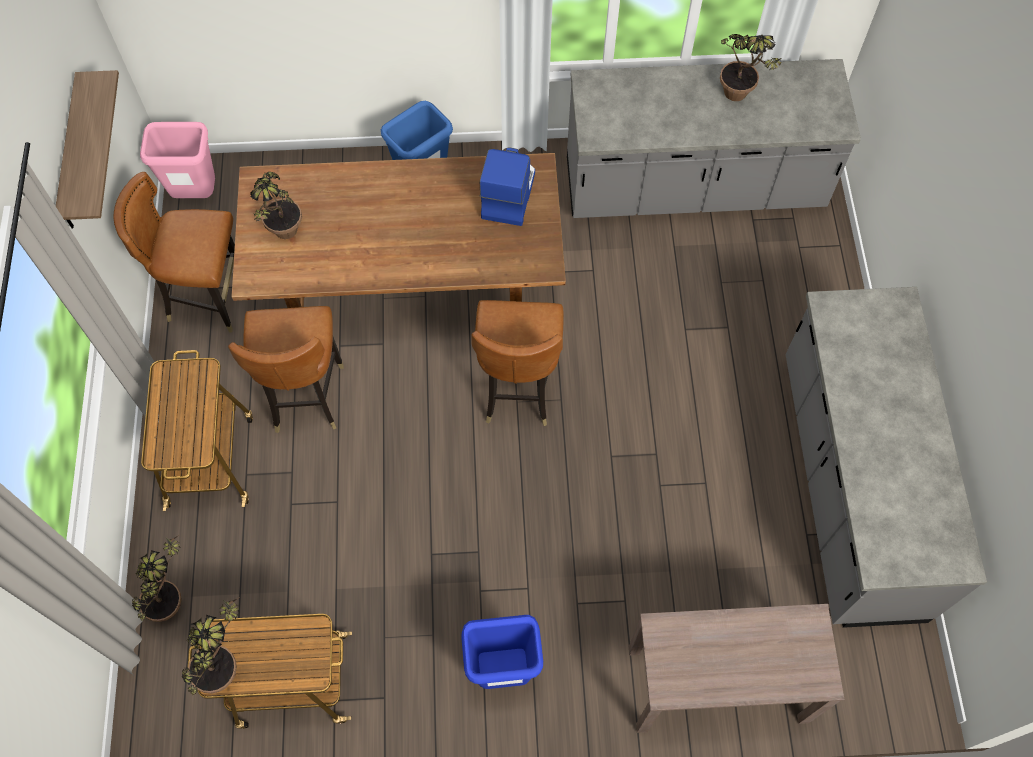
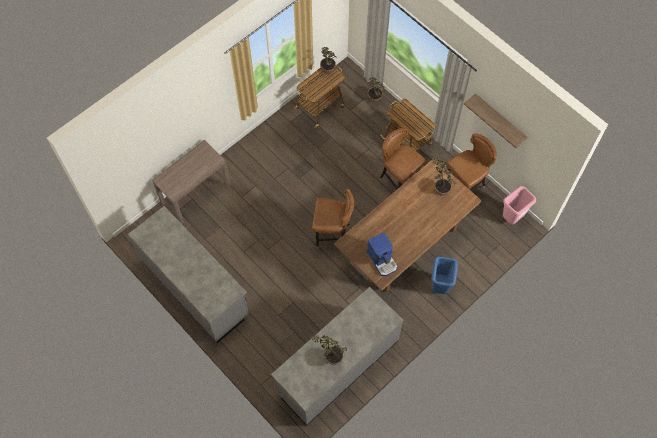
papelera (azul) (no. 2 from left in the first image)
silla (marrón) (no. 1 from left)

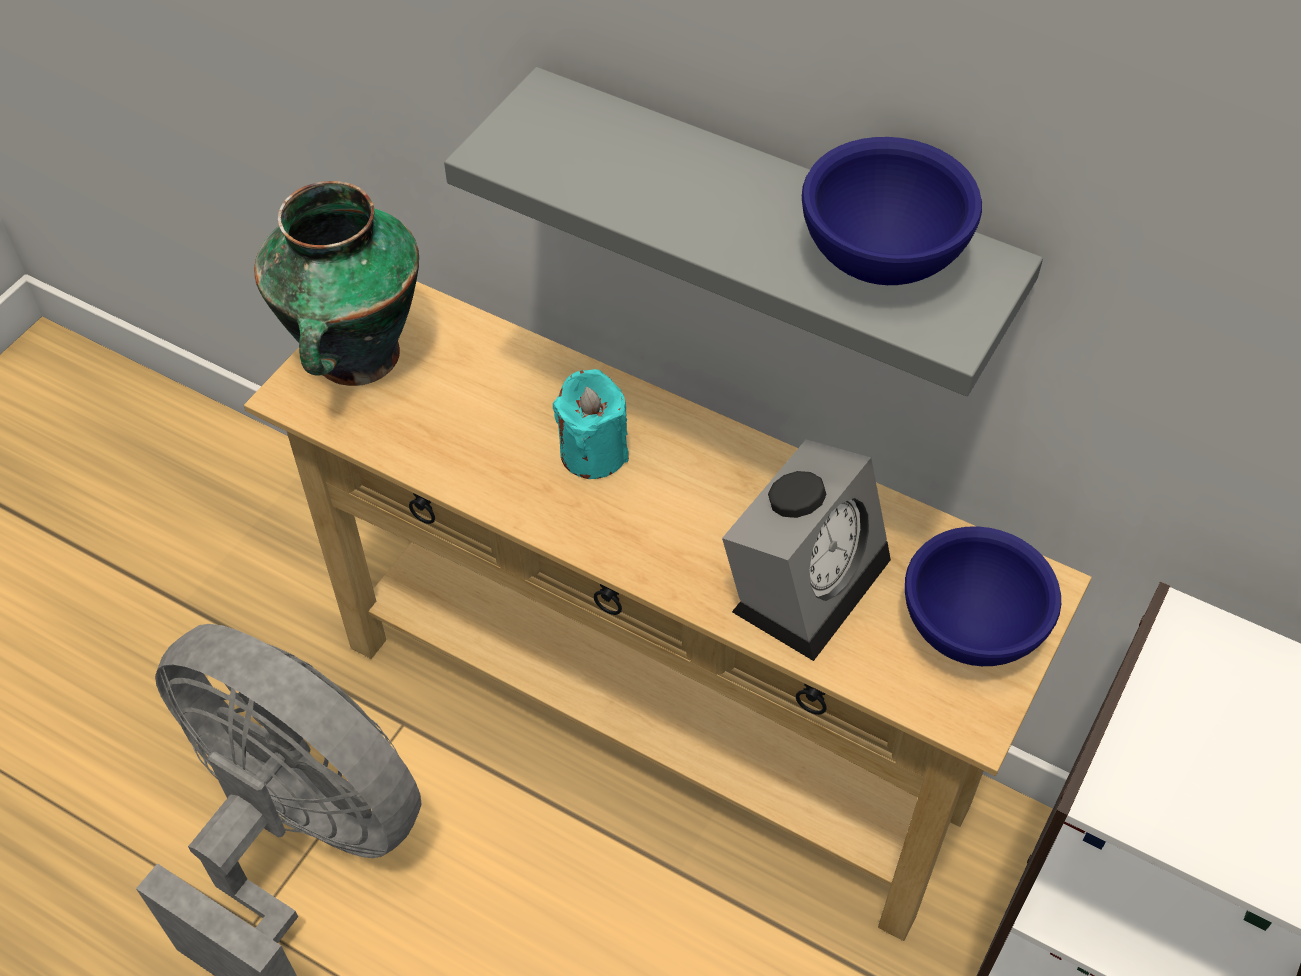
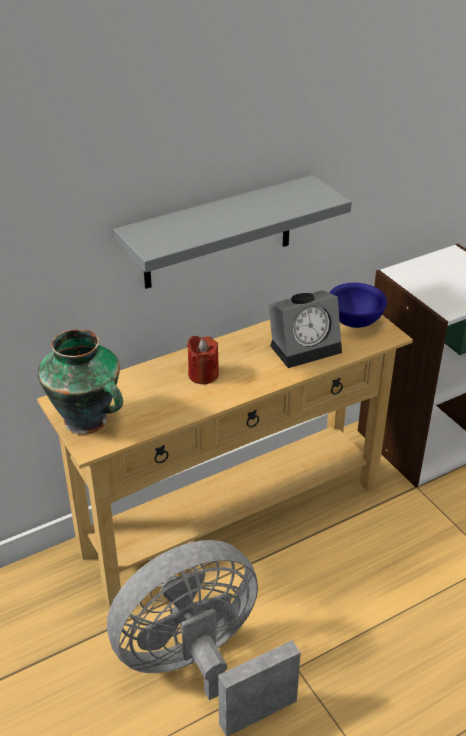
vela (rojo)
despertador
cuenco (azul) (no. 1 from left in the first image)

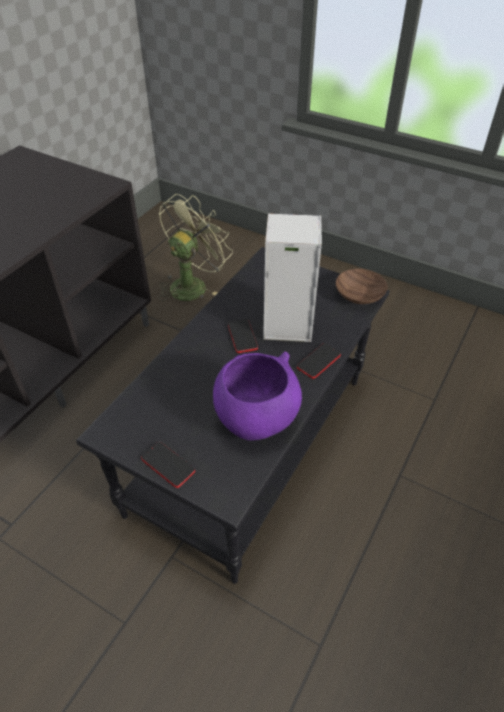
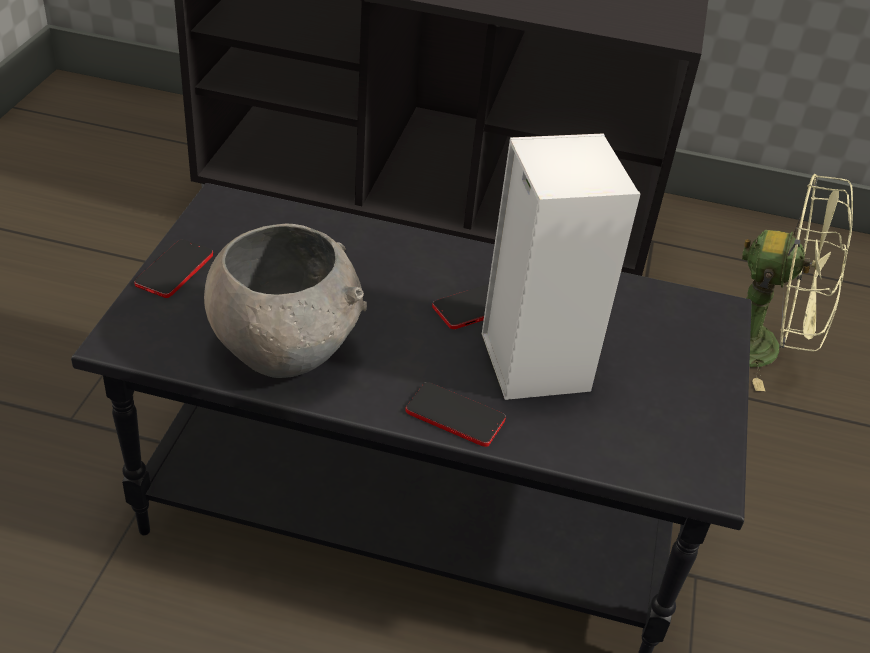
cuenco (gris)
cuenco (marrón)

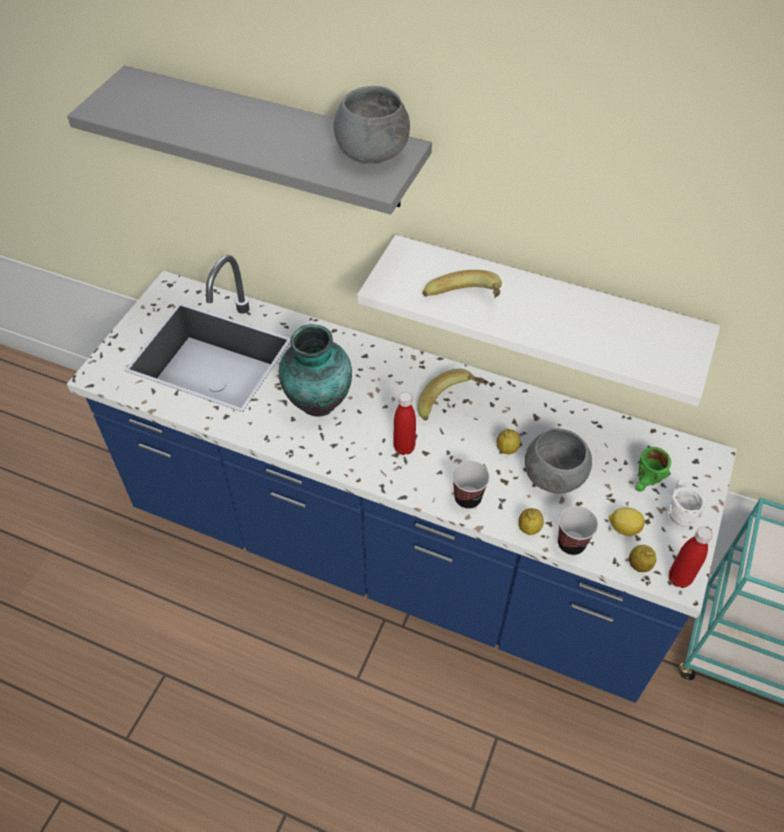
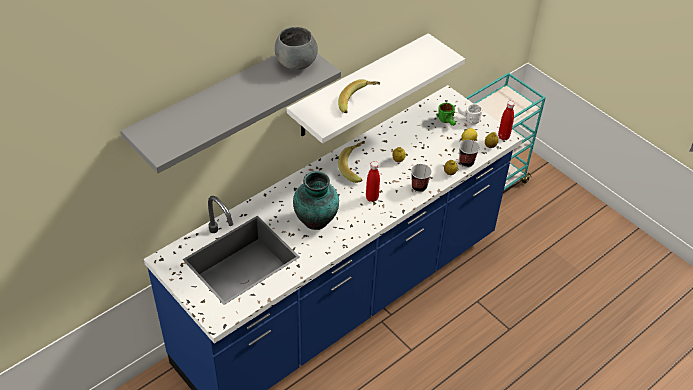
cuenco (gris) (no. 2 from left in the first image)

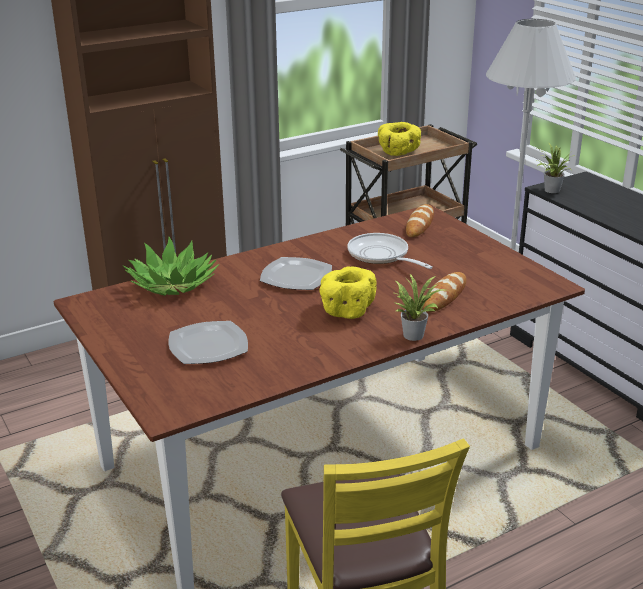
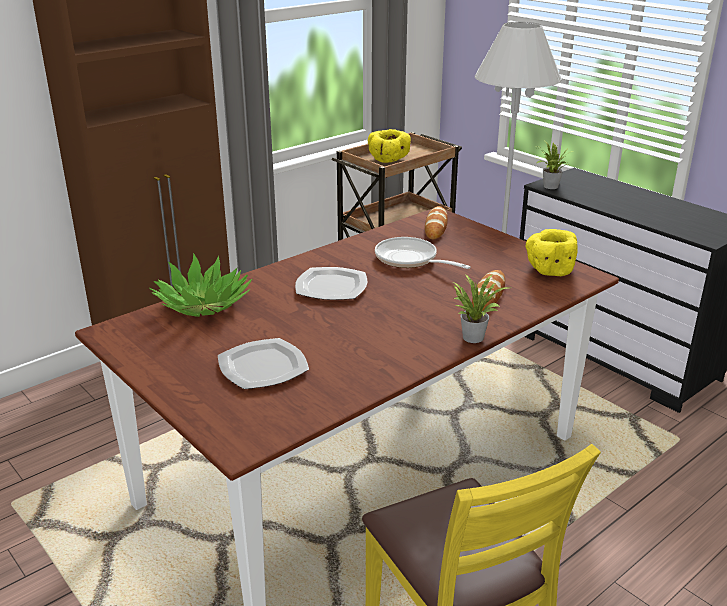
cuenco (amarillo) (no. 2 from left)

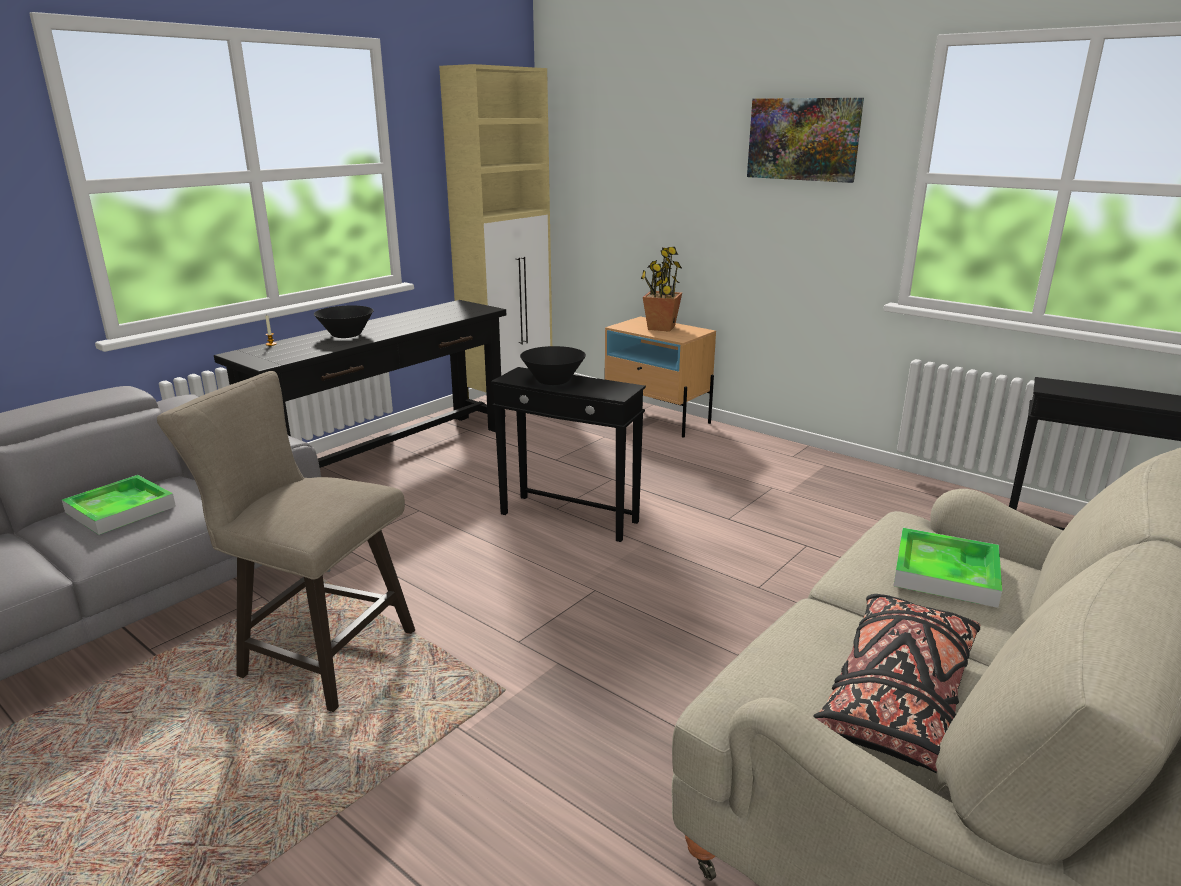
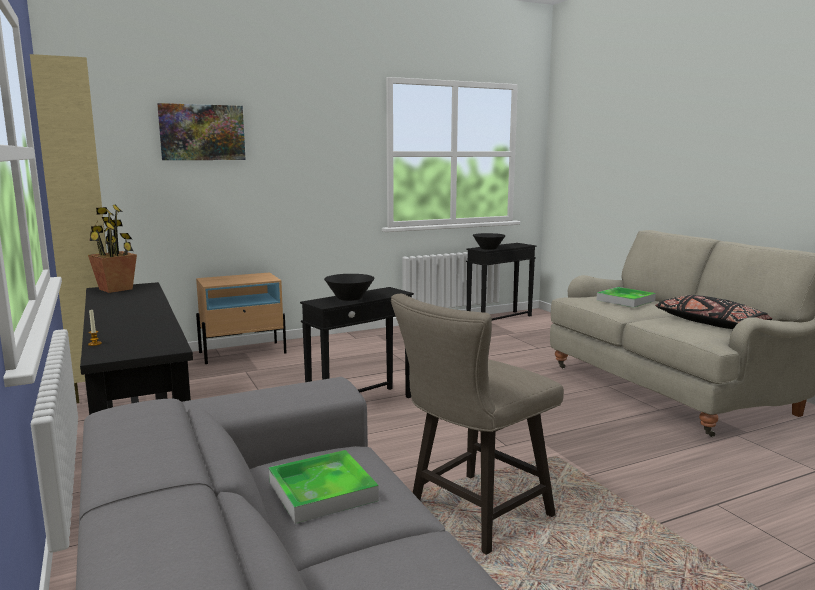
cuenco (negro) (no. 2 from left)
planta en maceta
cuadro

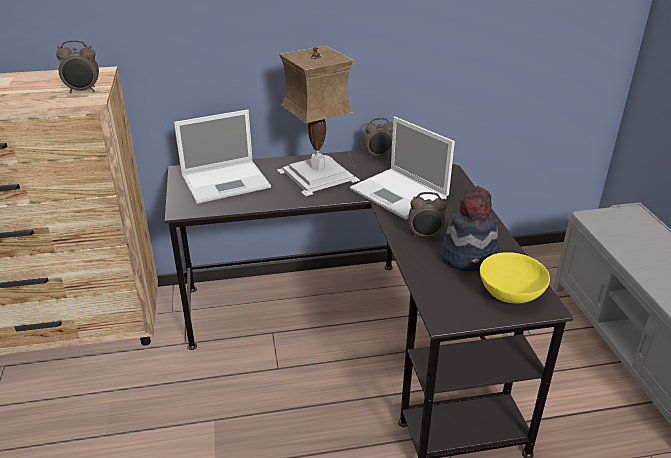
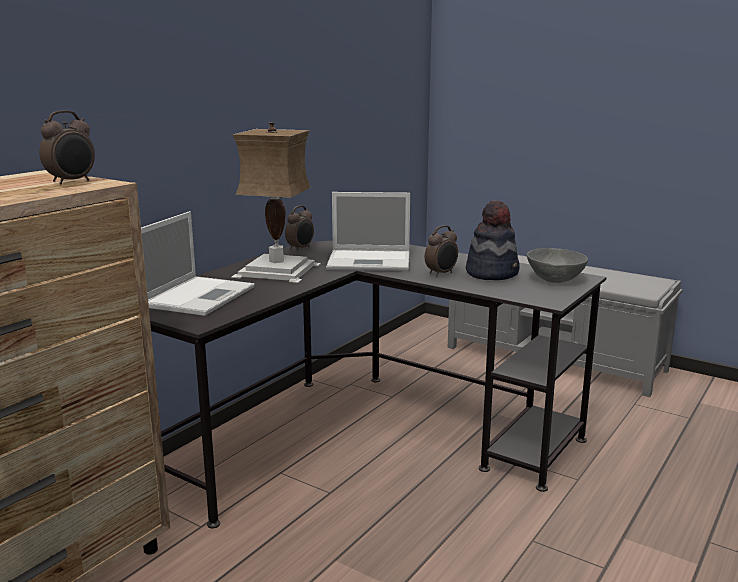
cuenco (gris)

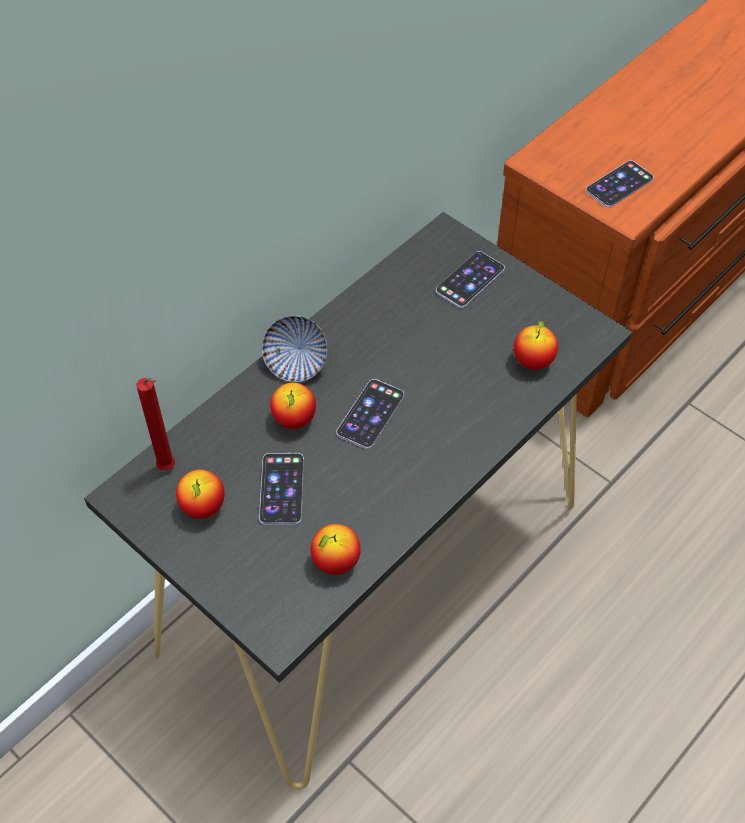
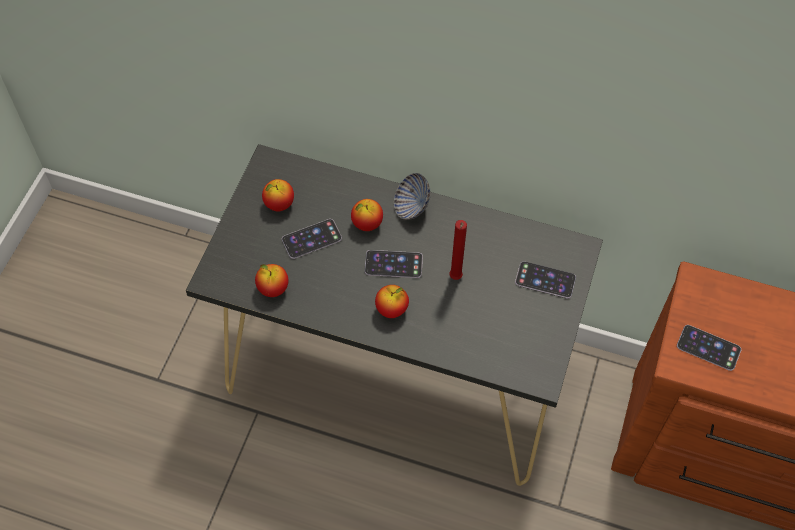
vela (rojo)
manzana (no. 4 from left)

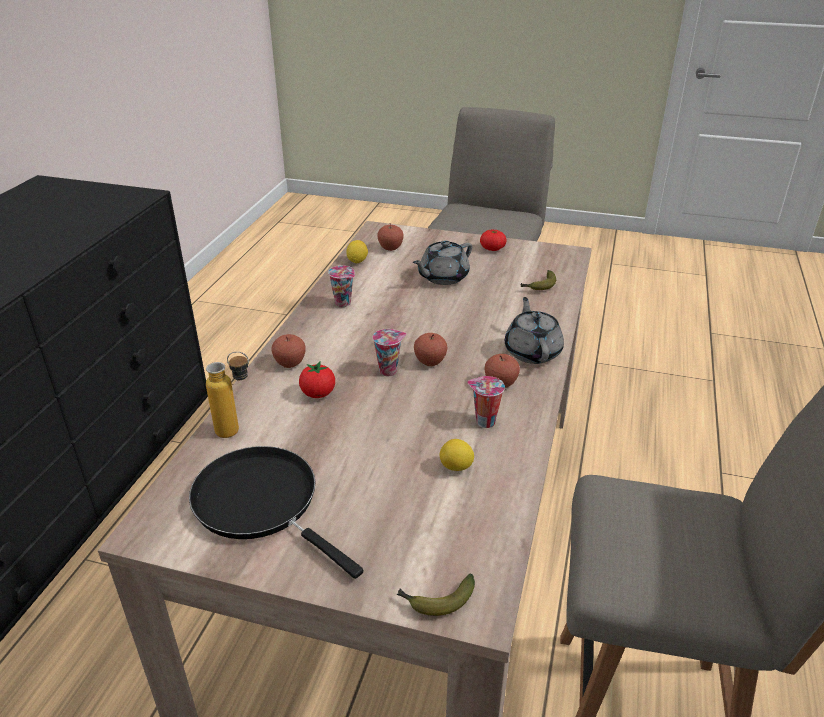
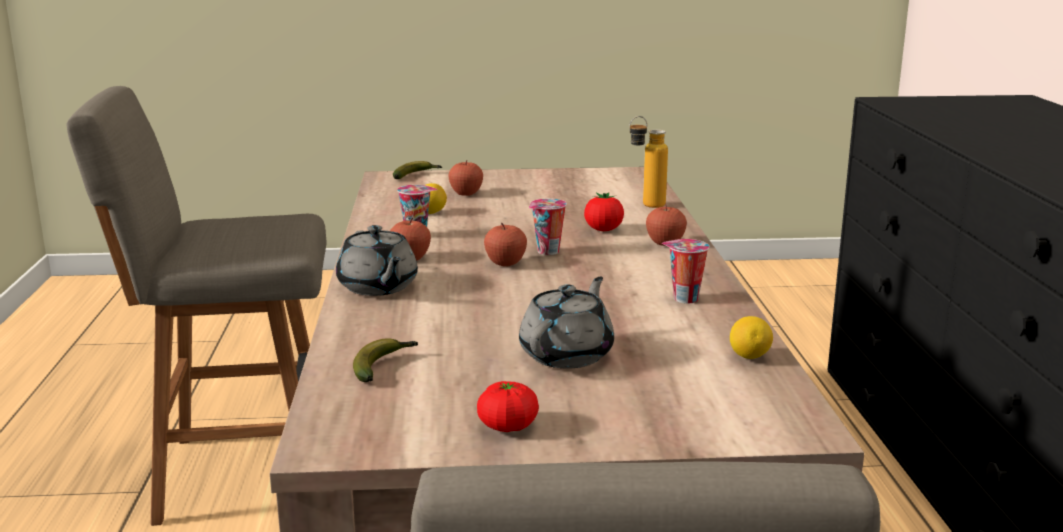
sartén (negro)
manzana (no. 2 from left)

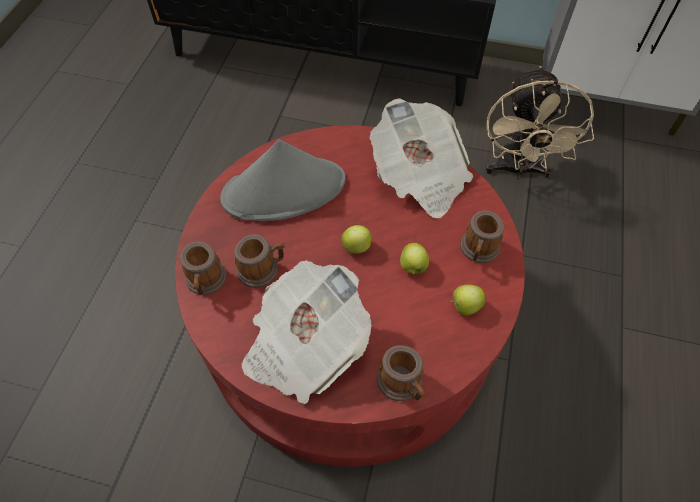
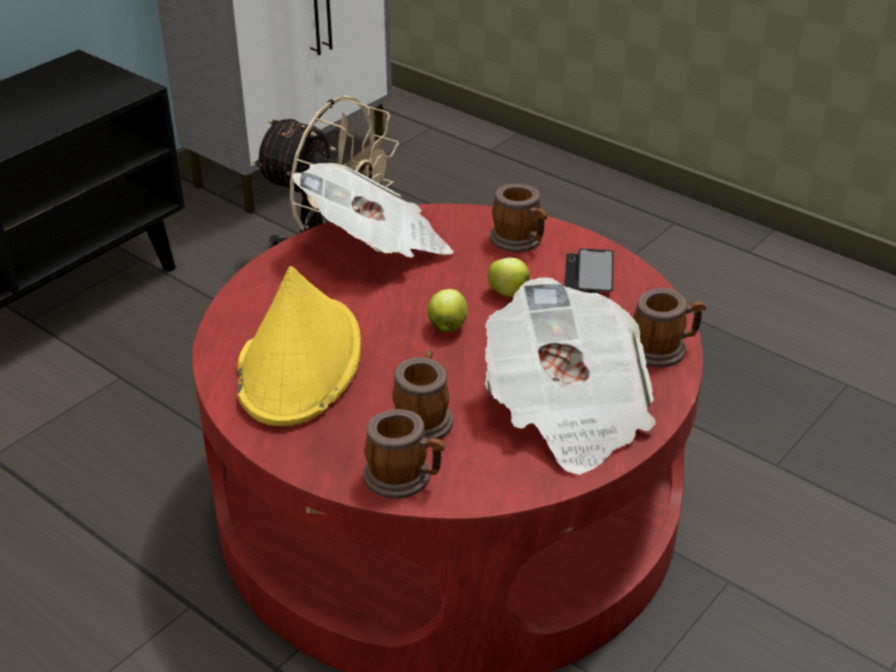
sombrero (amarillo)
móvil

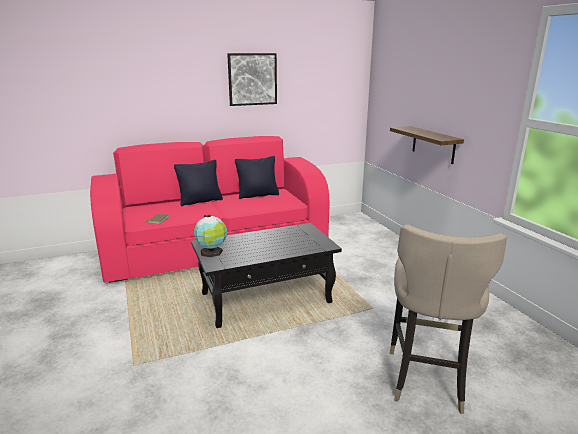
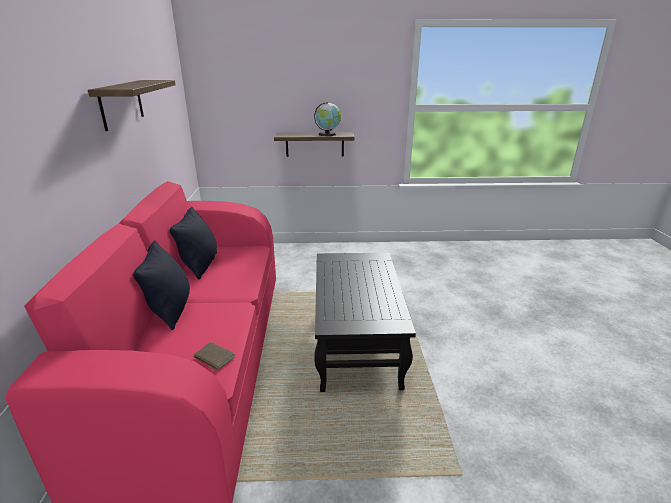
globo terráqueo
estante (no. 1 from left)
taburete (beis)

